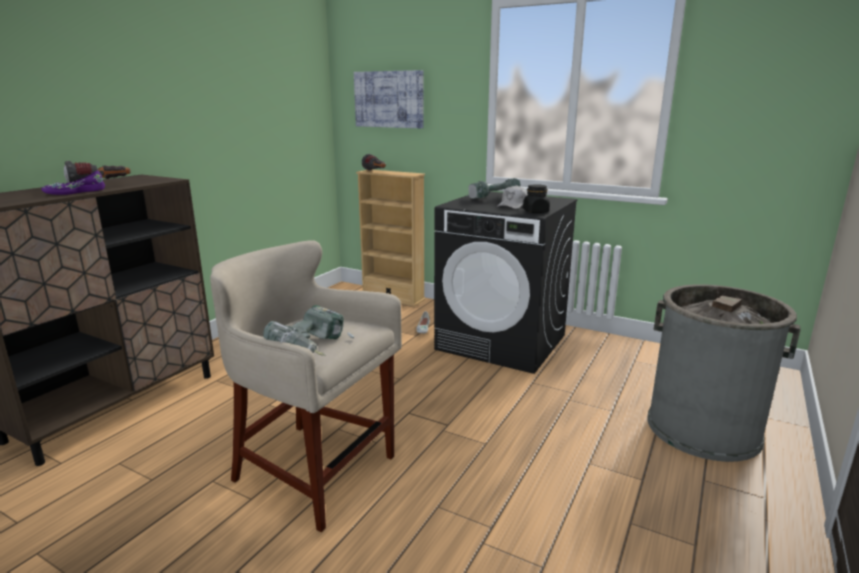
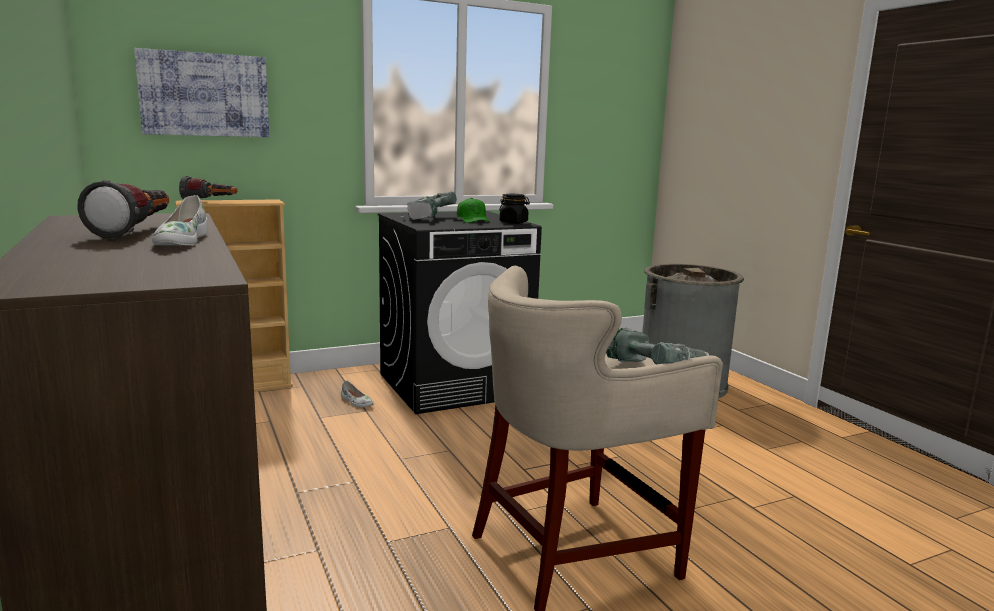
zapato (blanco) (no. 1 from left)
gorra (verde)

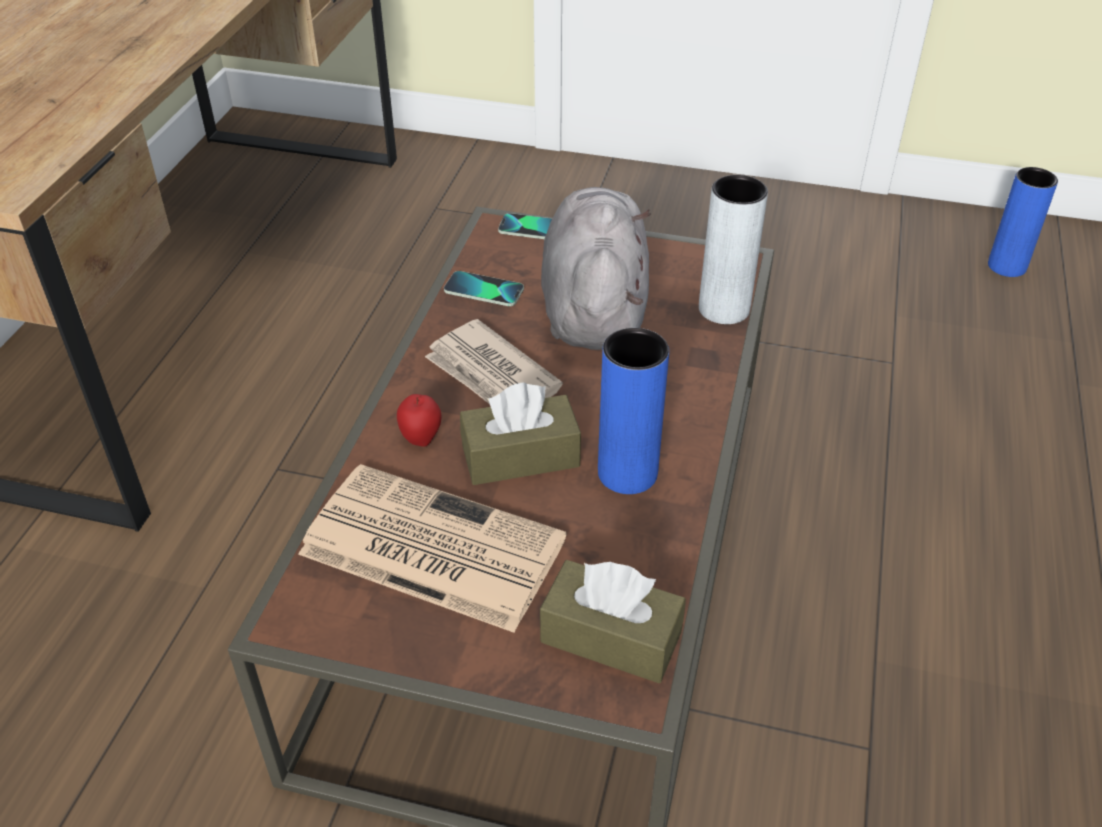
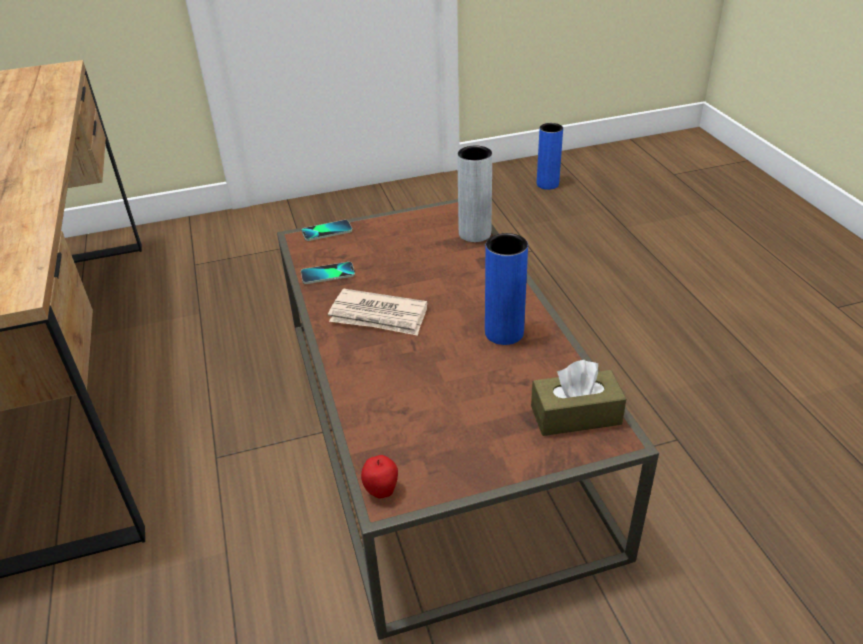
periódico (no. 1 from left in the first image)
manzana
caja de pañuelos (marrón) (no. 1 from left in the first image)
peluche (gris)

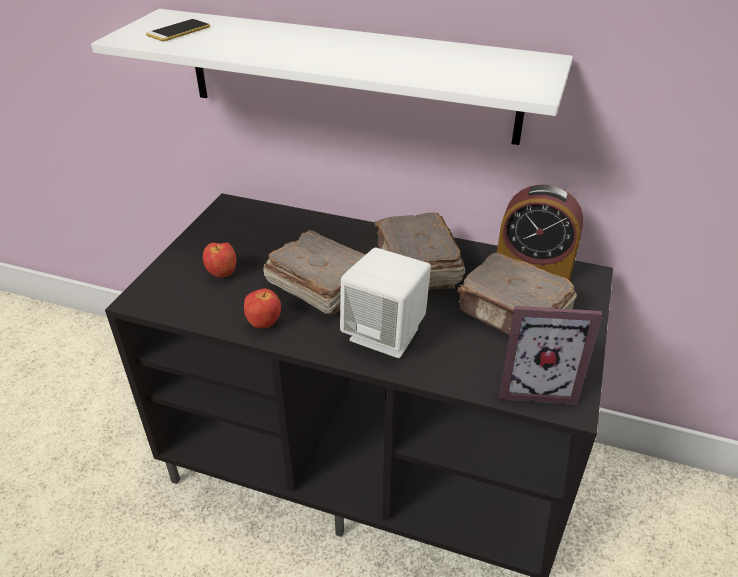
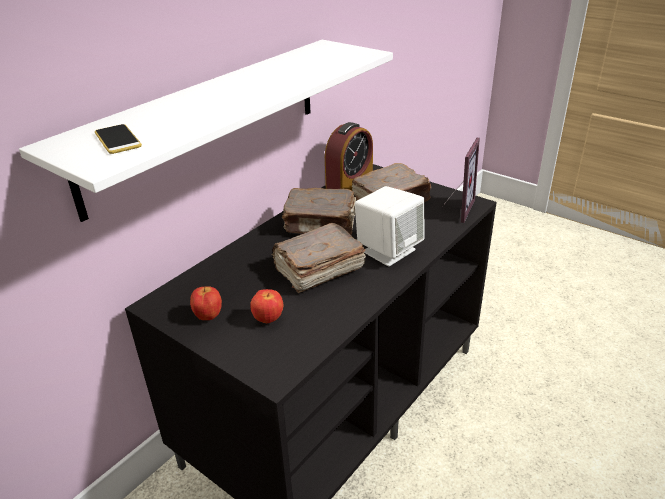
manzana (no. 1 from left)

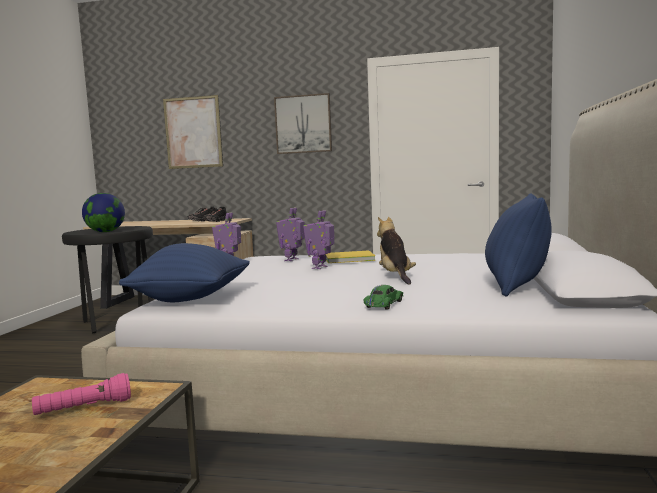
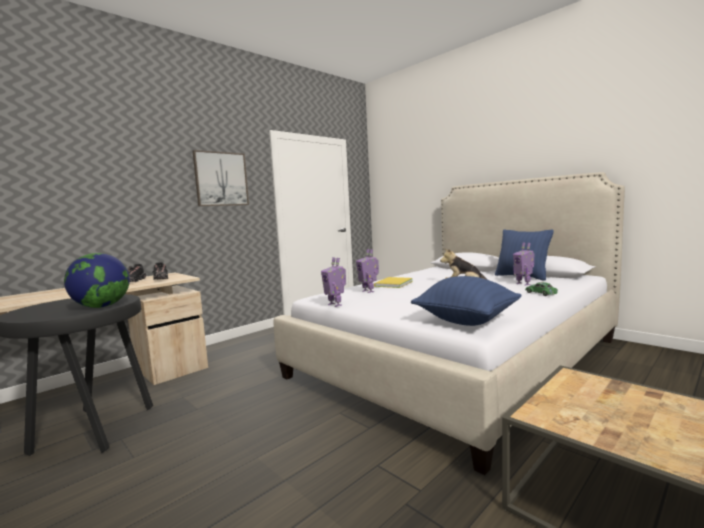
linterna (rosa)
cuadro (no. 1 from left in the first image)
robot de juguete (no. 3 from left)

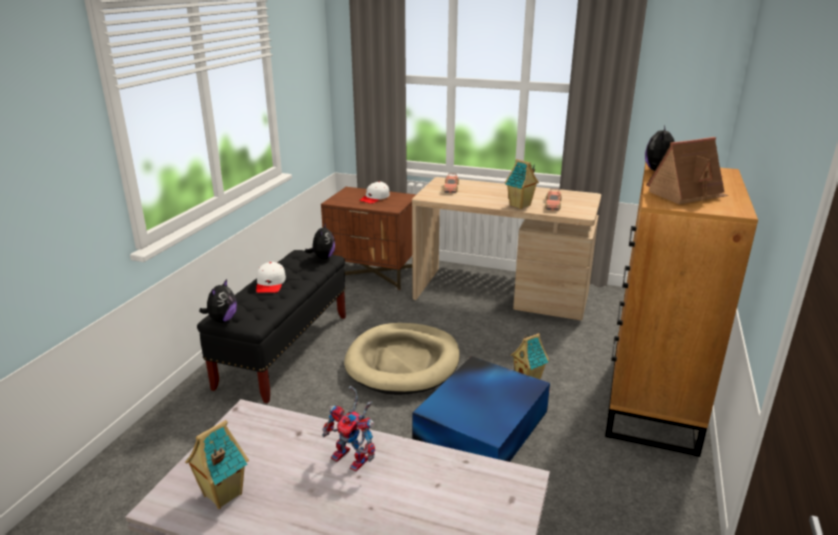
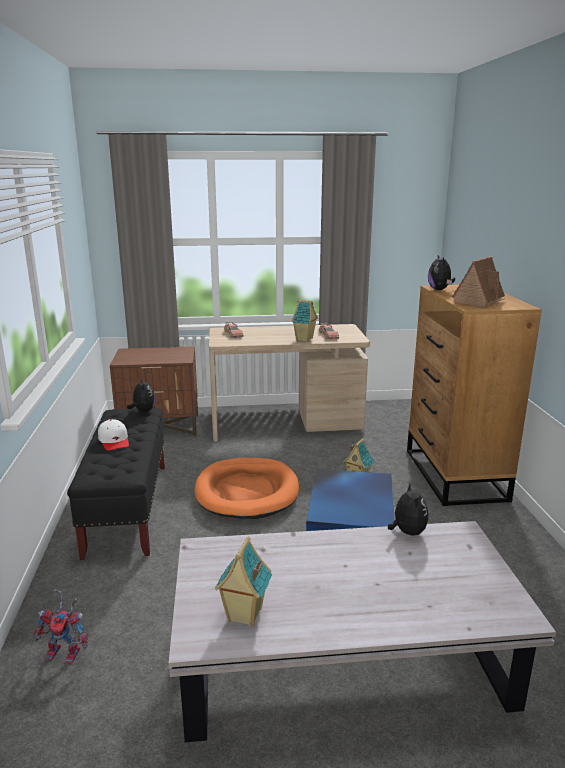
peluche (no. 2 from left)
robot de juguete
cama para perro (naranja)
gorra (blanco) (no. 2 from left in the first image)

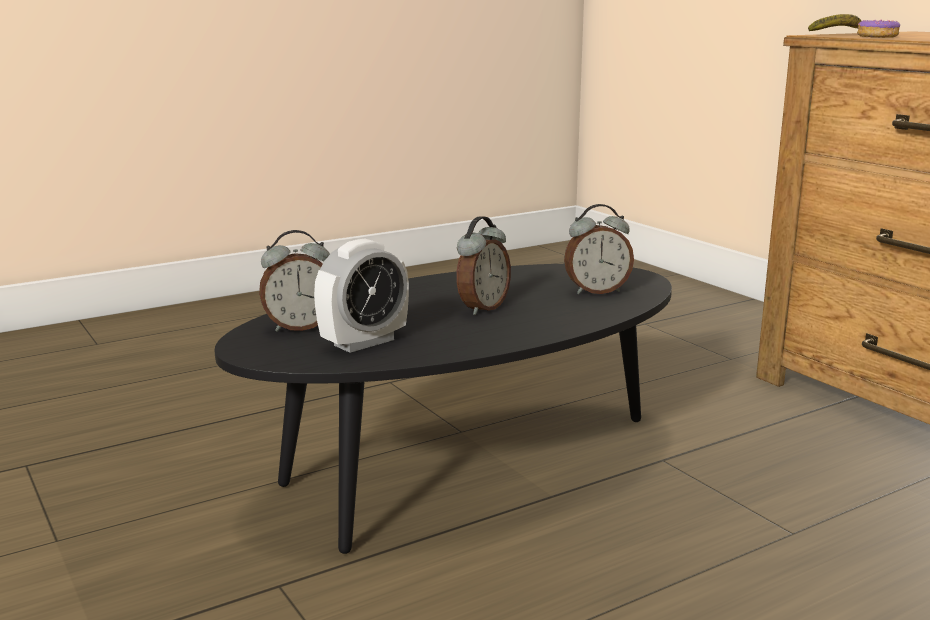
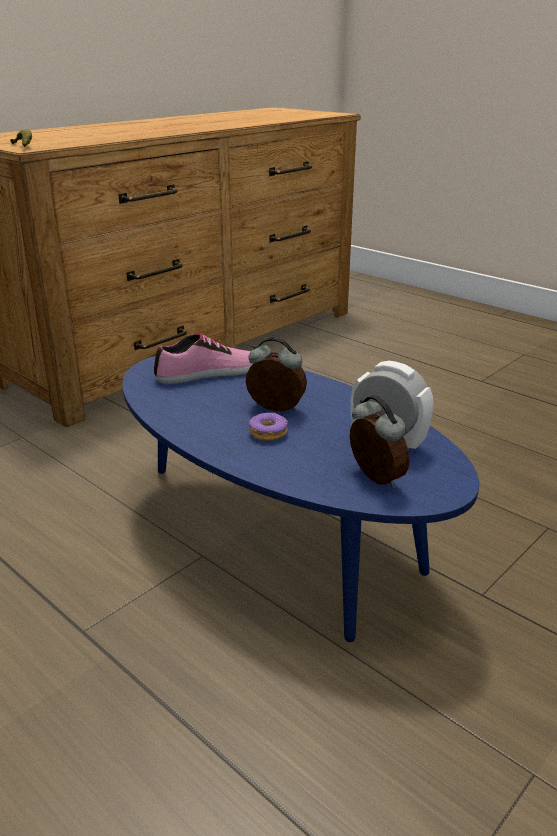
mesa de centro (azul)
zapato
rosquilla

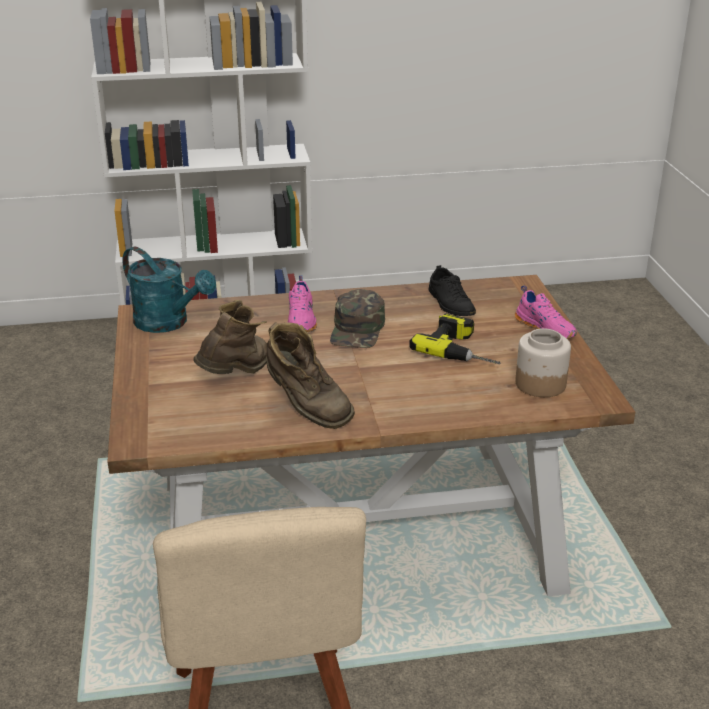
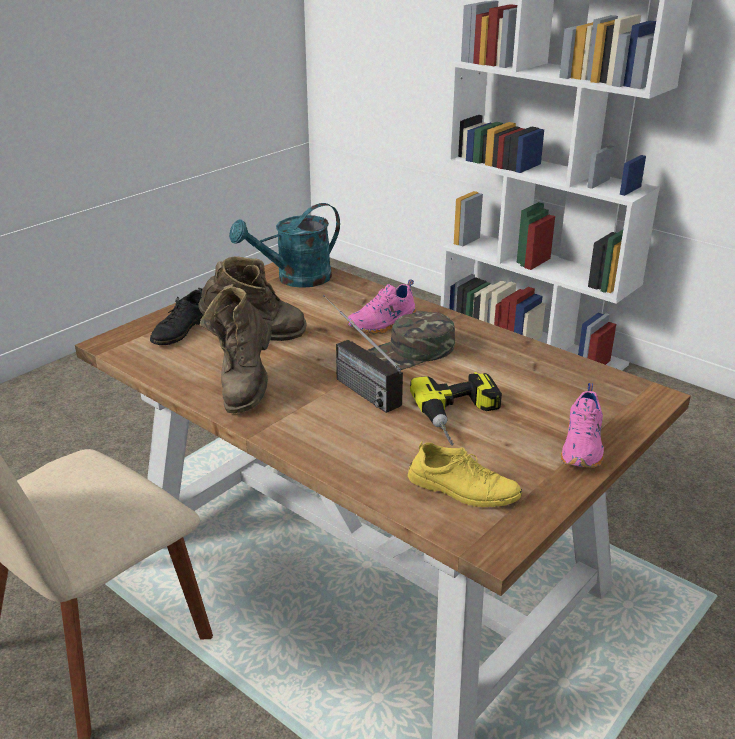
regadera (turquesa)
zapato (negro)
zapato (amarillo)
radio

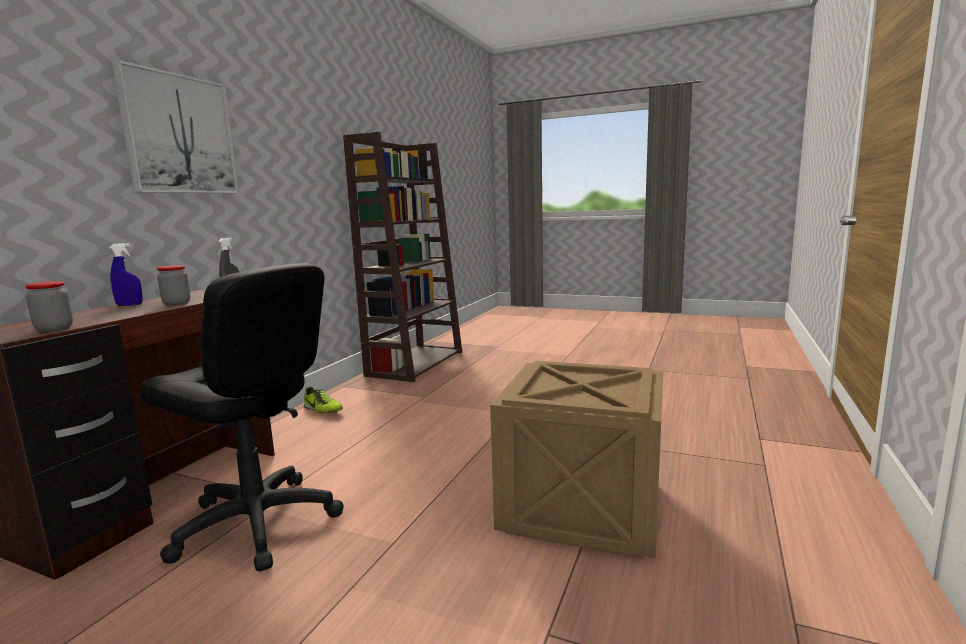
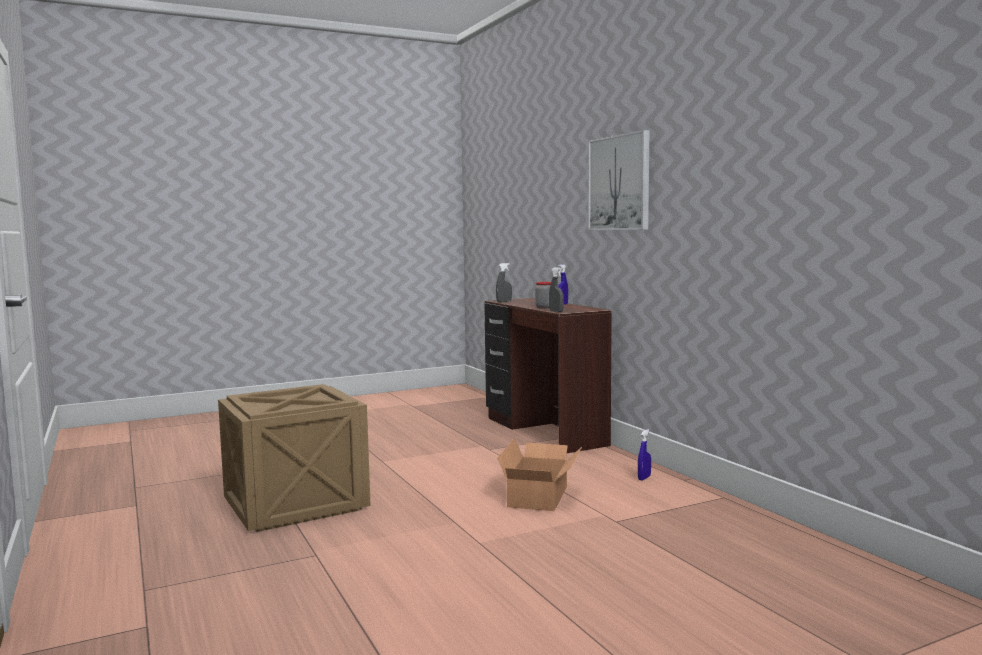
pulverizador (gris) (no. 1 from left)
silla de oficina (negro)
pulverizador (azul) (no. 2 from left)
estantería (marrón)
caja de cartón

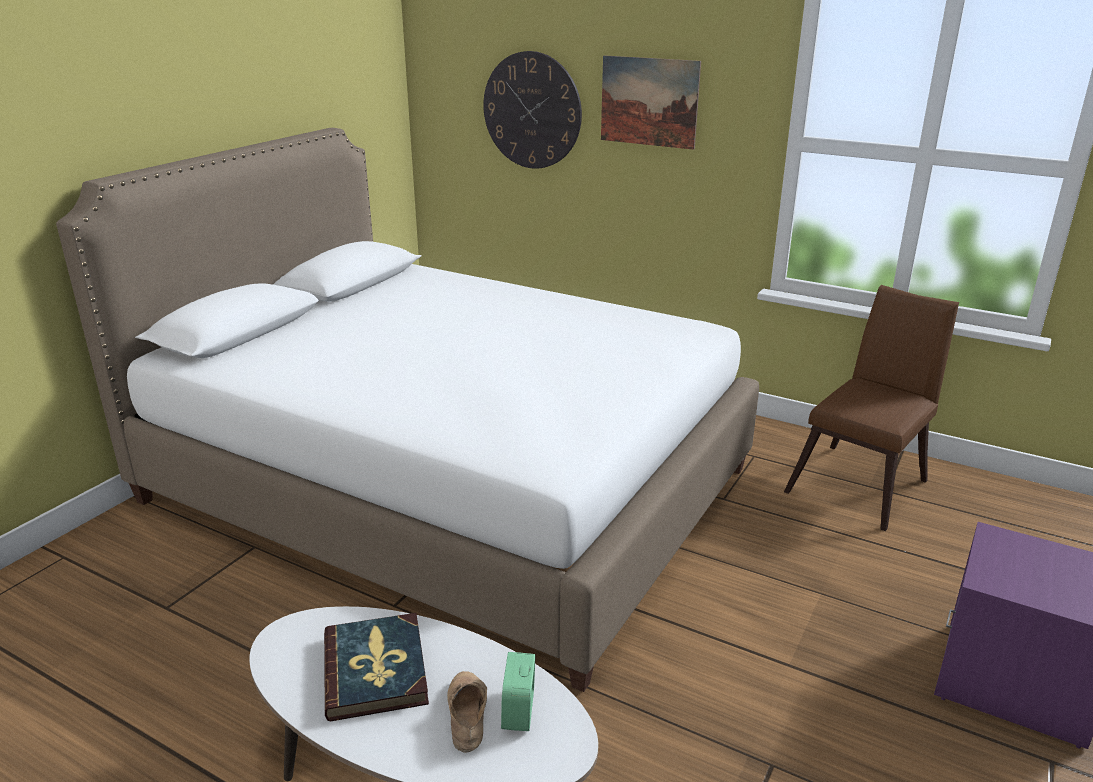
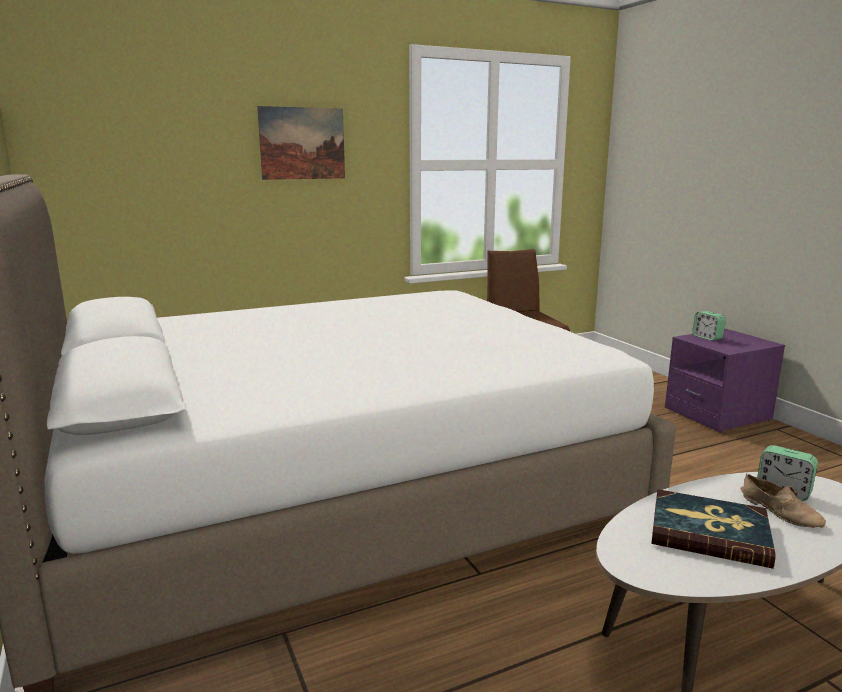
zapato (beis)
reloj de pared
despertador (no. 1 from left)

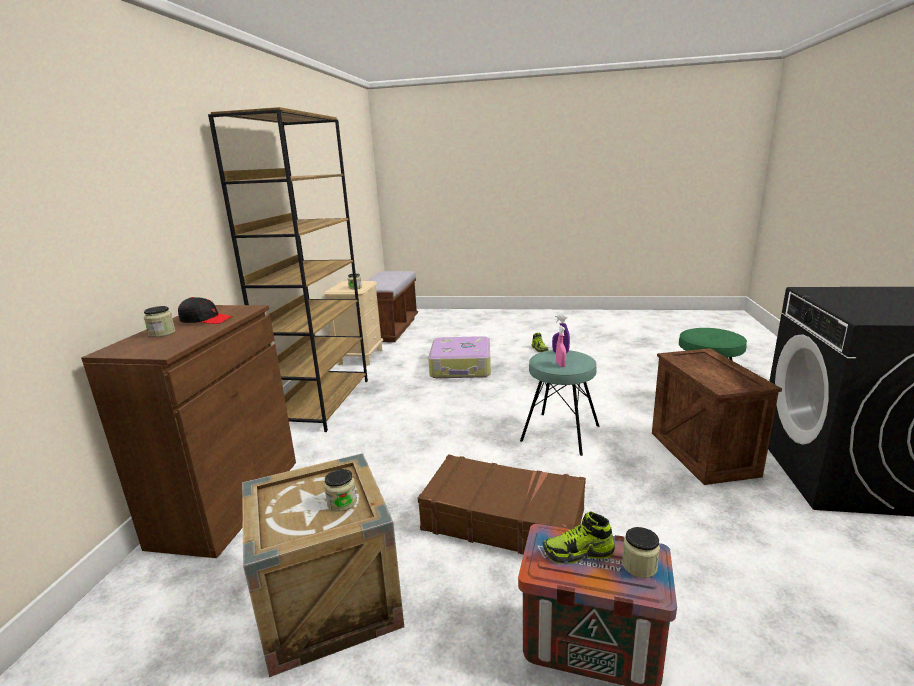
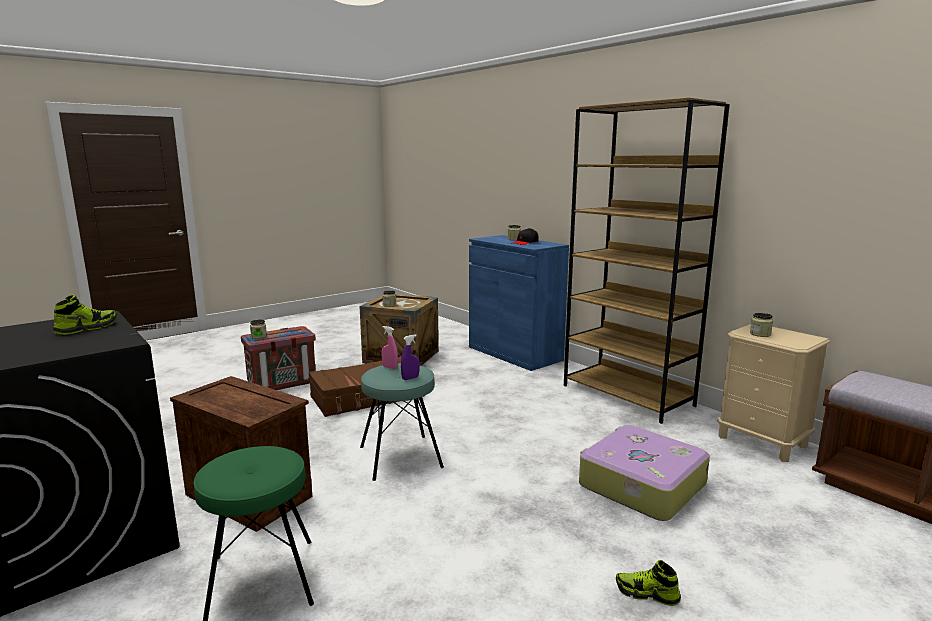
armario (azul)
zapato (no. 1 from left)

